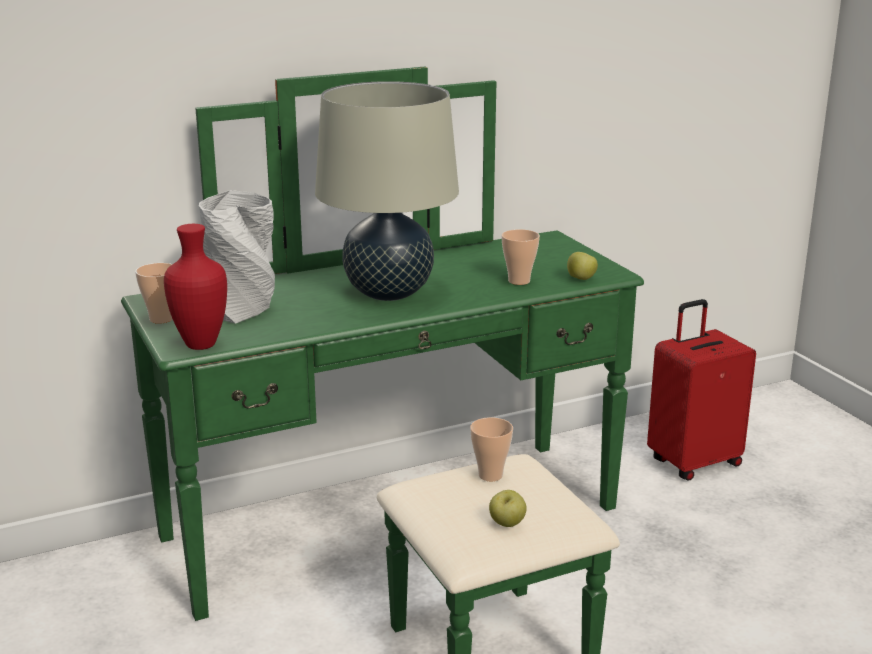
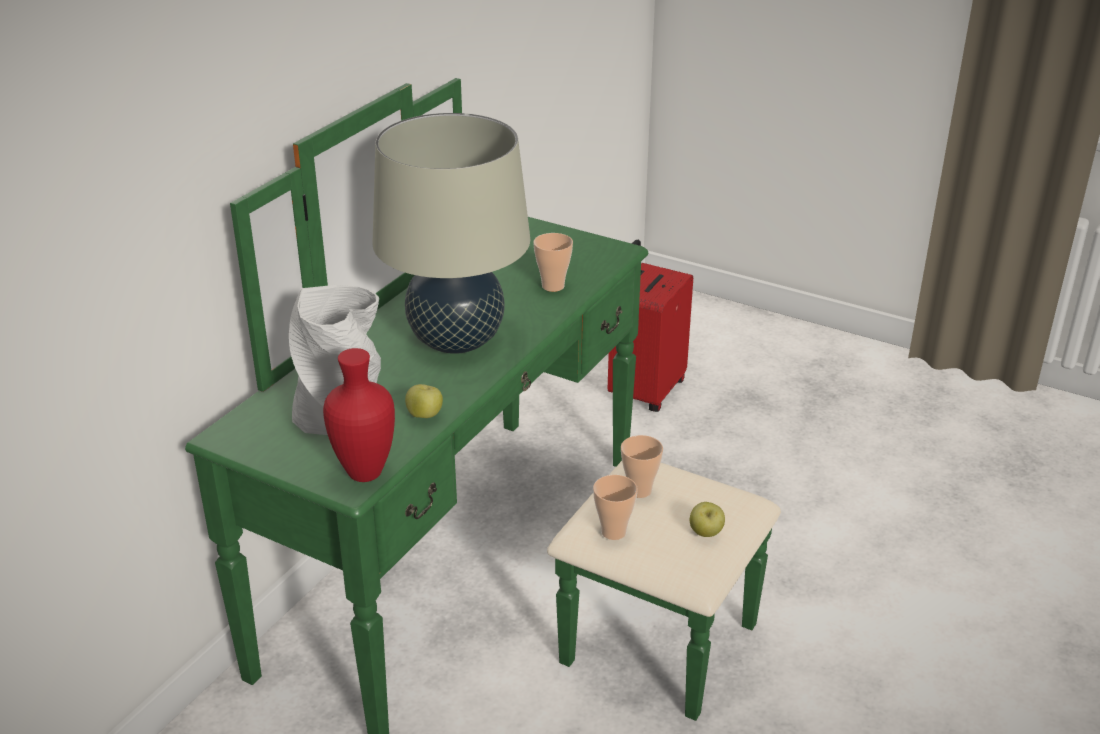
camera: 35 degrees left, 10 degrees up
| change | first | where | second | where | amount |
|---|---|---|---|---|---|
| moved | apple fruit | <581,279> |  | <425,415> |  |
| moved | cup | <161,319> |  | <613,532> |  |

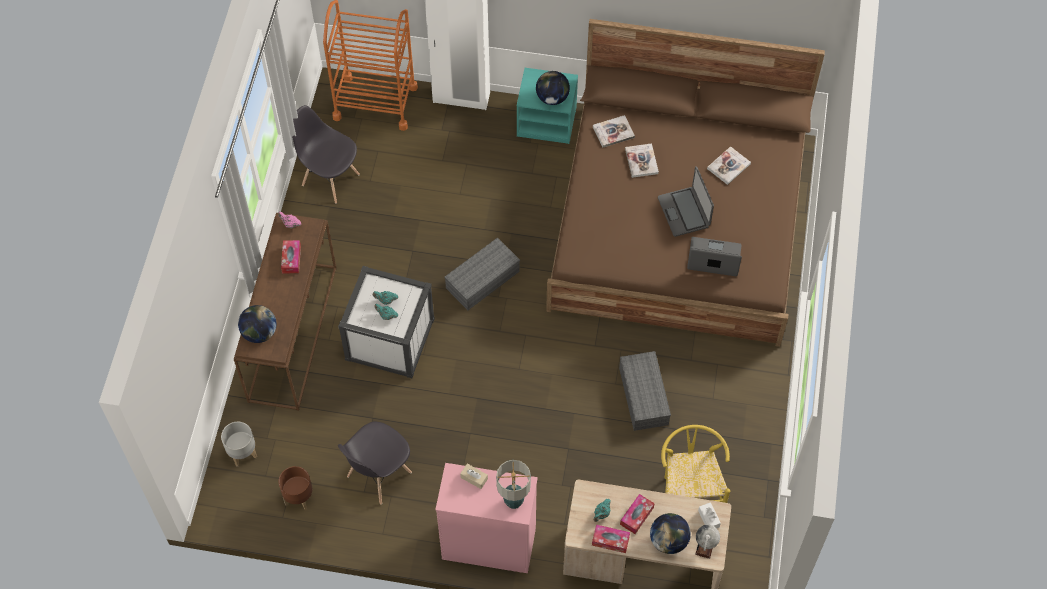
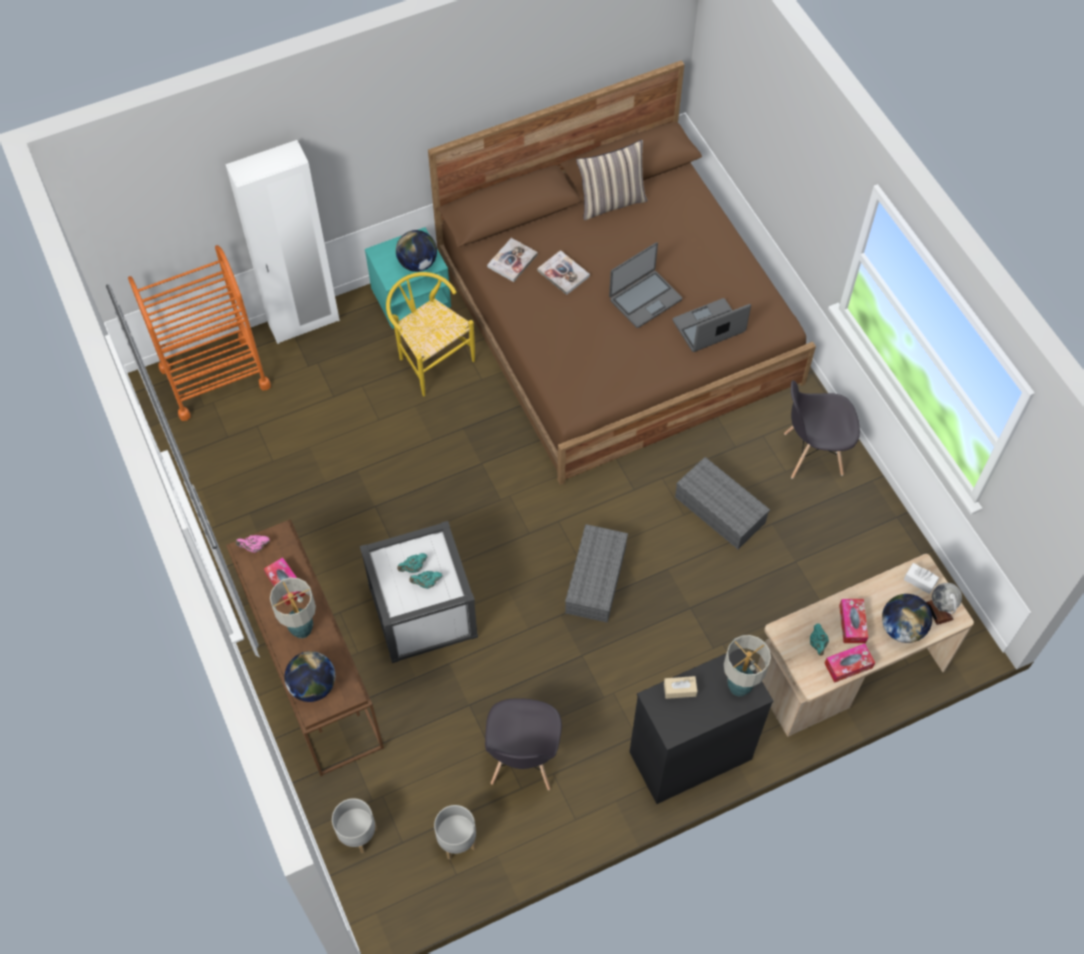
camera: 35 degrees left, 0 degrees up
| change | first | where | second | where | amount |
|---|---|---|---|---|---|
| added |  |  | lamp for a table | <302,629> |  |
| moved | upright chair (yellow-coloured) | <688,492> |  | <430,359> |  |
| recoloured | plant pot (brownish) | <298,497> | plant pot (gray) | <456,841> |  |
| moved | storage box (gray) | <483,278> |  | <595,578> |  |
| added |  |  | throw pillow | <611,202> |  |
| turned | portable computer | <684,212> |  | <644,299> | 75 degrees counterclockwise |
| recoloured | drawer chest (pinkish) | <488,544> | drawer chest (black) | <689,756> |  |
| moved | upright chair (gray) | <330,179> |  | <812,454> |  |
| removed | book | <728,166> |  |  |  |

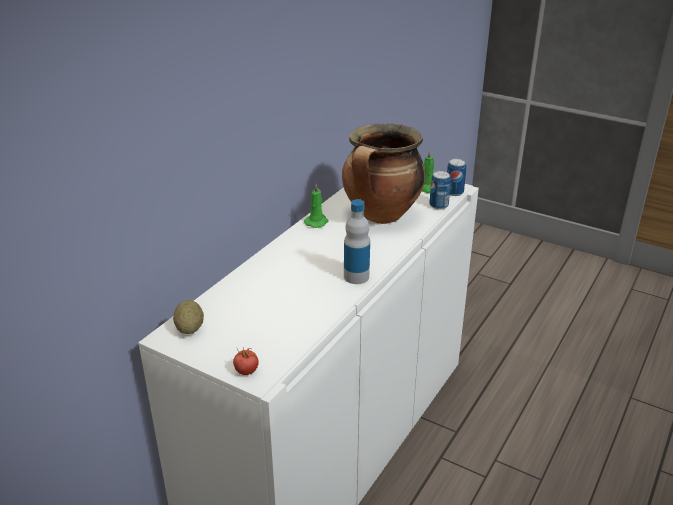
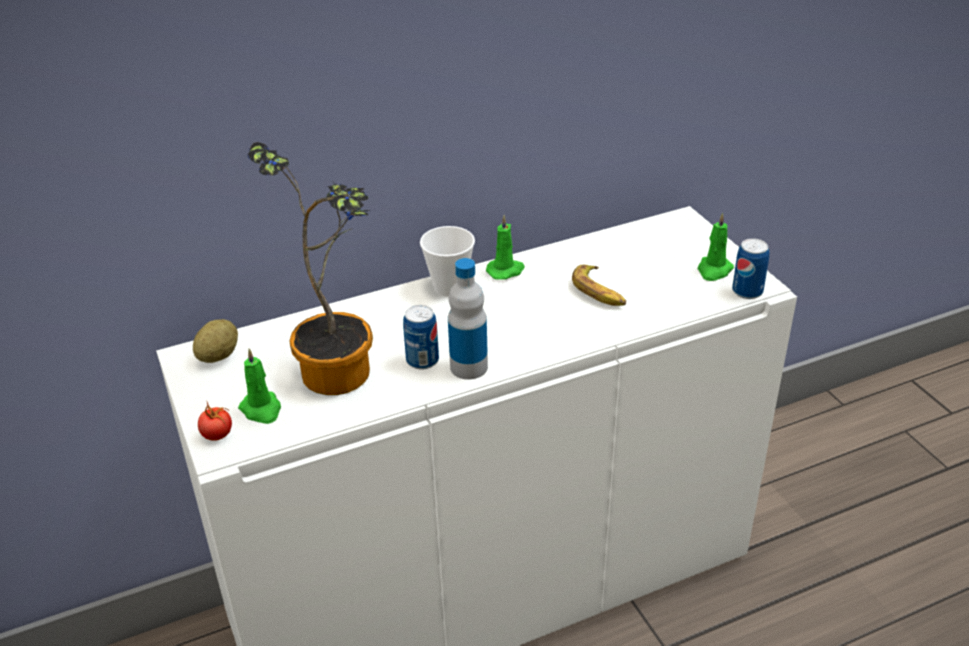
camera: 35 degrees right, 5 degrees up
| change | first | where | second | where | amount |
|---|---|---|---|---|---|
| added |  |  | candle (green) | <262,410> |  |
| added |  |  | plant in a pot | <341,367> |  |
| moved | sealed can | <438,205> |  | <422,360> |  |
| added |  |  | cup | <449,287> |  |
| replaced | stockpot | <381,216> | whole banana | <599,292> |  |

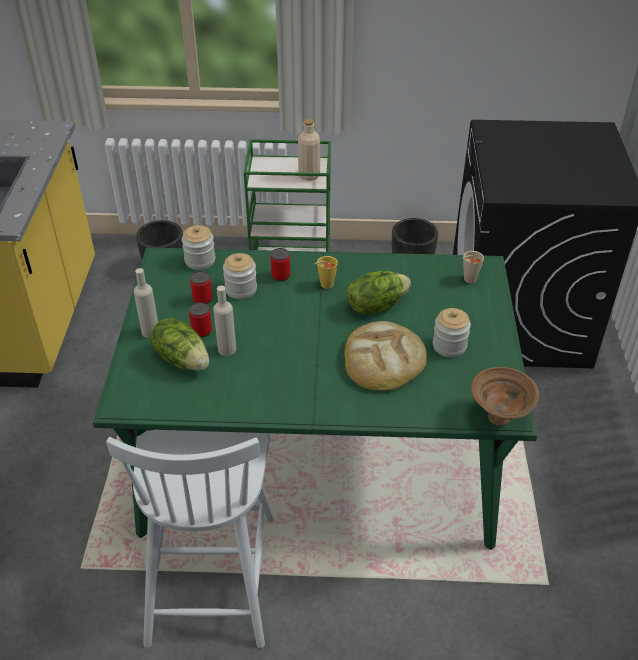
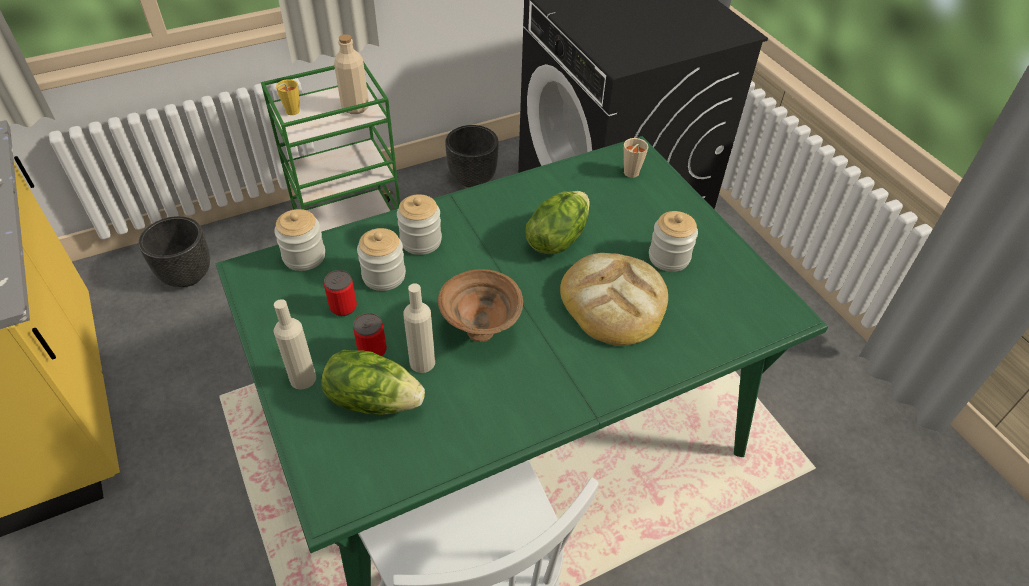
camera: 30 degrees left, 5 degrees up
| change | first | where | second | where | amount |
|---|---|---|---|---|---|
| moved | cup (yellow-coloured) | <324,285> |  | <290,113> |  |
| replaced | sealed can | <280,276> | storage jar | <421,241> |  |
| moved | deep dish (brownish) | <500,419> |  | <482,333> |  |

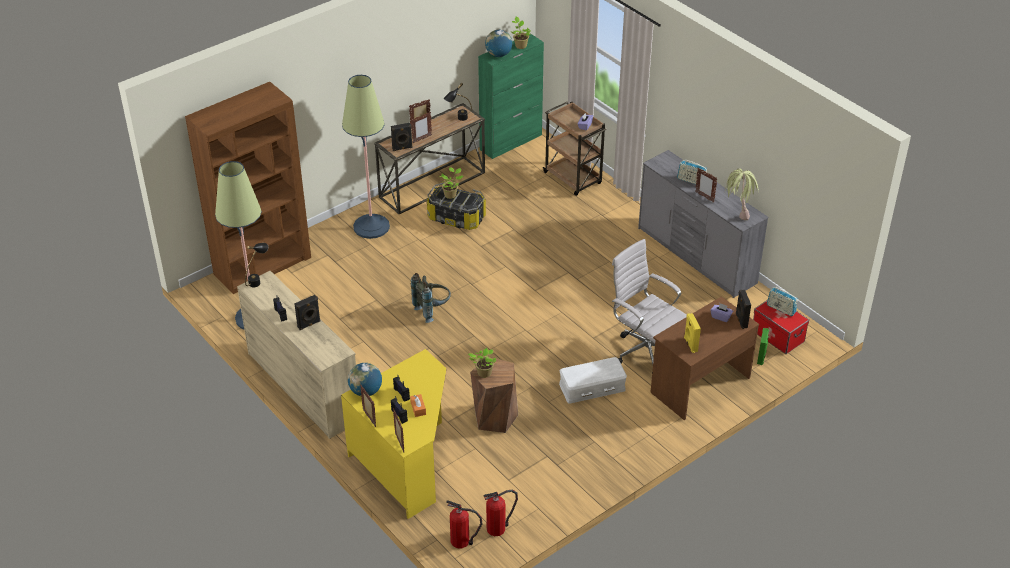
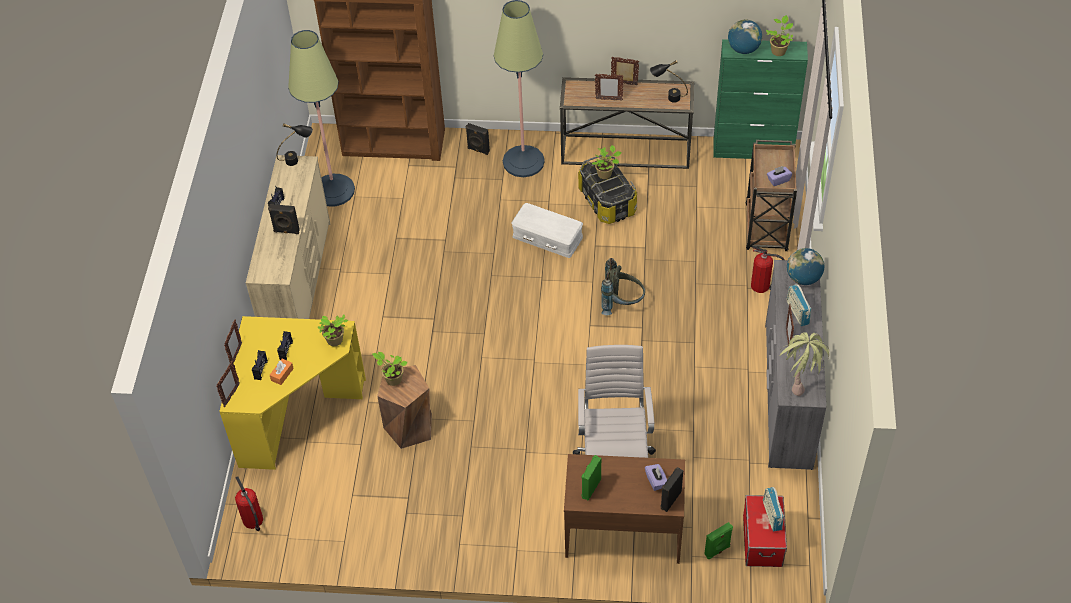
camera: 45 degrees right, 10 degrees up
| change | first | where | second | where | amount |
|---|---|---|---|---|---|
| added |  |  | plant in a pot | <335,341> |  |
| moved | speaker (black) | <402,148> |  | <478,150> |  |
| moved | storage box (whitish) | <592,387> |  | <547,237> |  |
| recoloured | speaker (yellow-coloured) | <690,344> | speaker (green) | <590,488> |  |
| moved | knapsack (gray) | <432,310> |  | <621,304> |  |
| moved | fire-fighting cylinder | <497,528> |  | <762,286> |  |
| moved | globe | <366,391> |  | <803,278> |  |

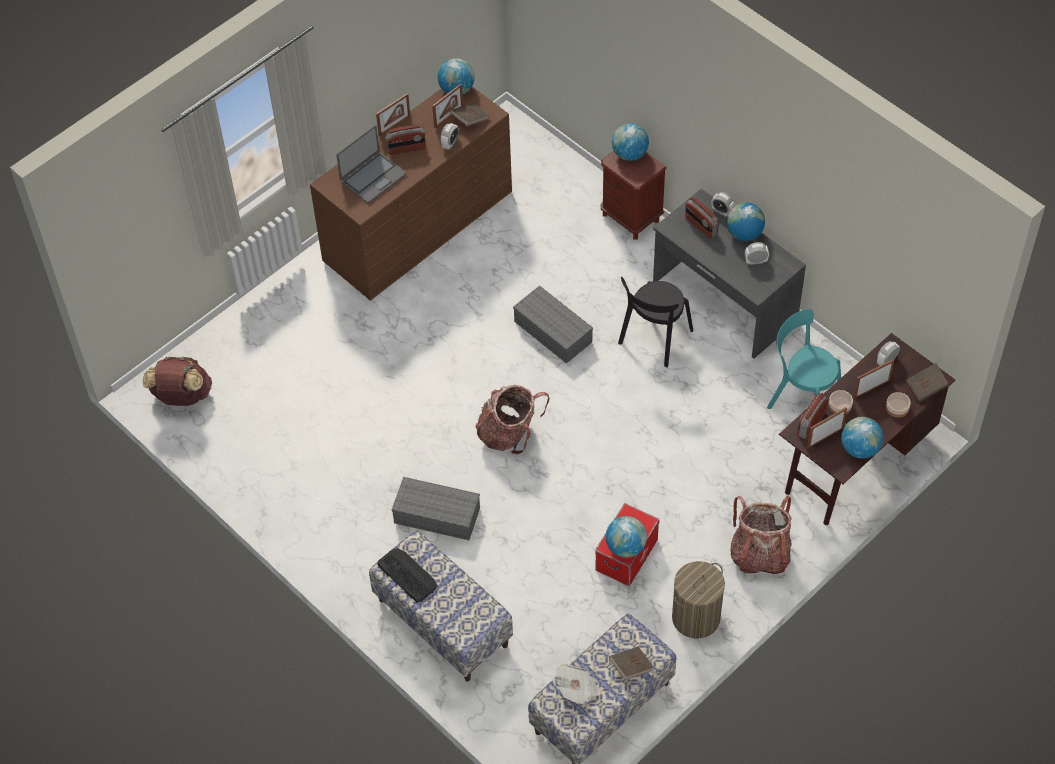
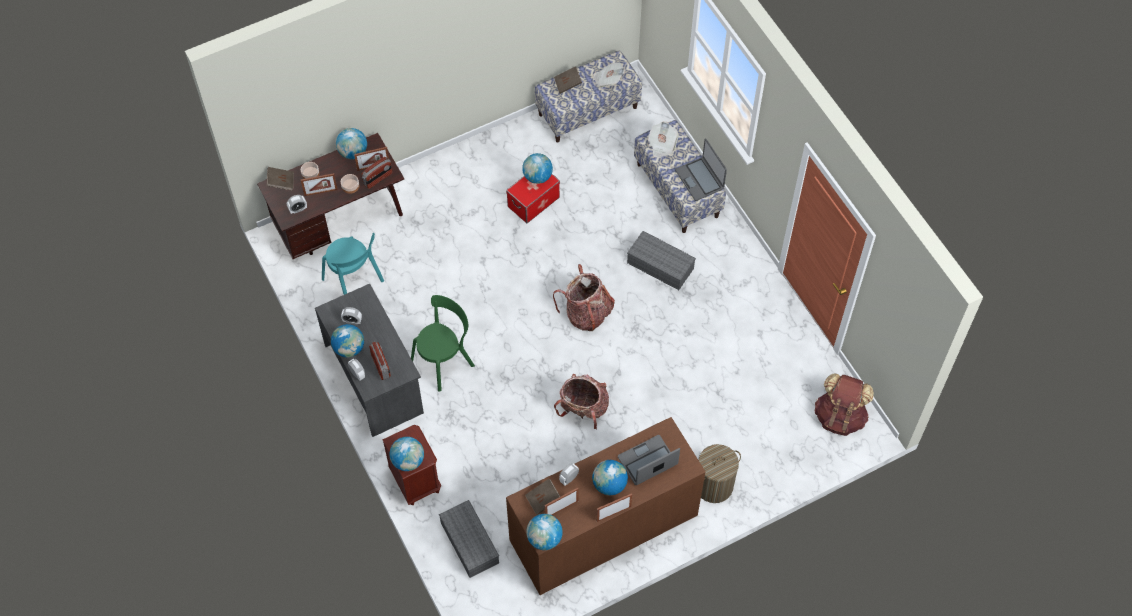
camera: 165 degrees left, 5 degrees up
| change | first | where | second | where | amount |
|---|---|---|---|---|---|
| recoloured | upright chair (black) | <653,339> | upright chair (green) | <445,361> |  |
| moved | storage box (gray) | <554,332> |  | <468,542> |  |
| moved | knapsack | <759,554> |  | <583,409> |  |
| replaced | radio receiver | <406,148> | globe | <609,484> |  |
| added |  |  | newspaper | <662,145> |  |
| replaced | PC keyboard | <407,575> | portable computer | <699,179> |  |
| moved | laundry basket | <696,617> |  | <713,485> |  |

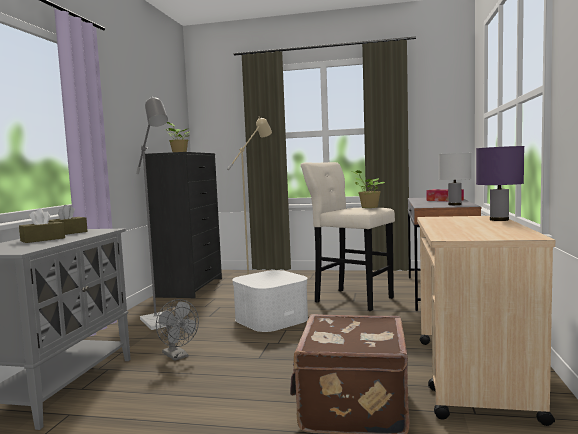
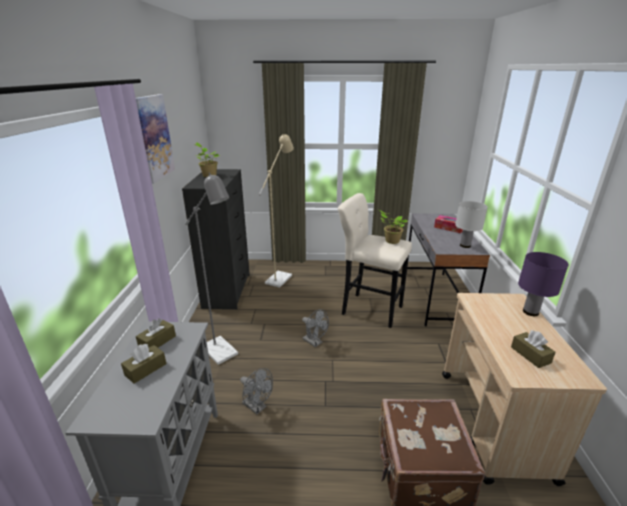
camera: 10 degrees left, 20 degrees up
| change | first | where | second | where | amount |
|---|---|---|---|---|---|
| added |  |  | picture | <153,138> |  |
| replaced | storage box (whitish) | <271,318> | cooling fan (gray) | <315,342> |  |
| added |  |  | tissue holder (brownish) | <530,355> |  |

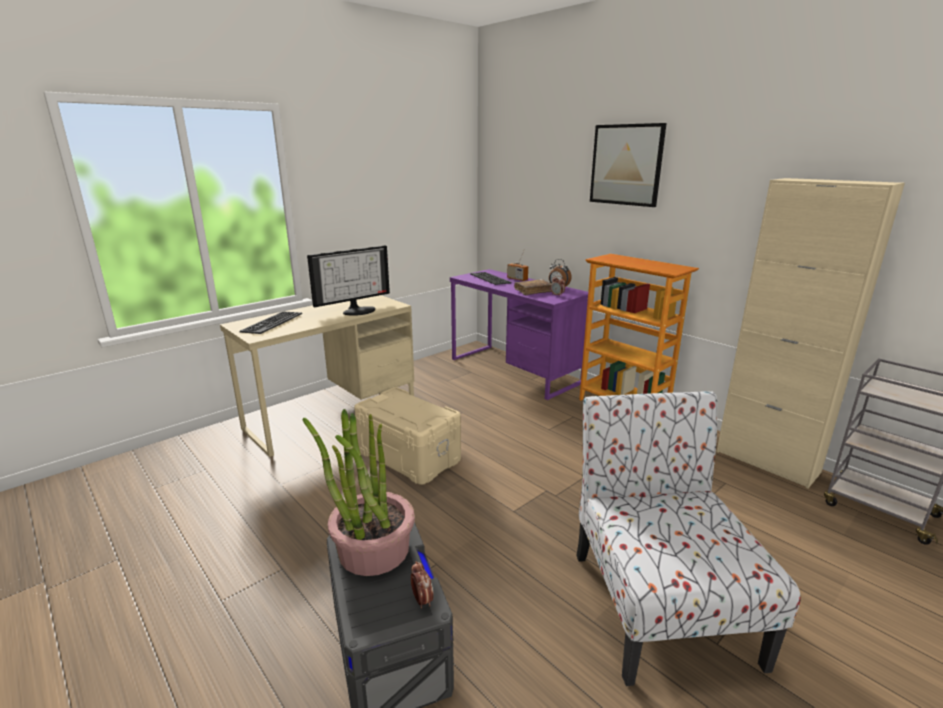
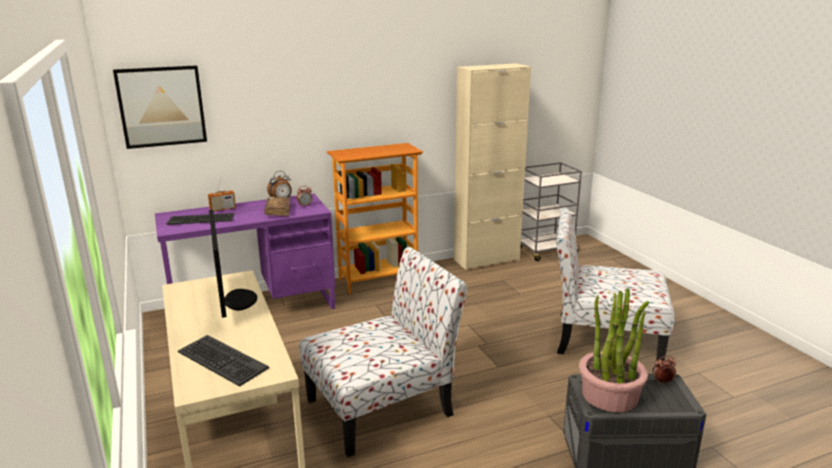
camera: 70 degrees left, 0 degrees up
| change | first | where | second | where | amount |
|---|---|---|---|---|---|
| moved | picture | <626,165> |  | <161,106> |  |
| replaced | storage box (beige-coloured) | <408,457> | upright chair | <383,406> |  |

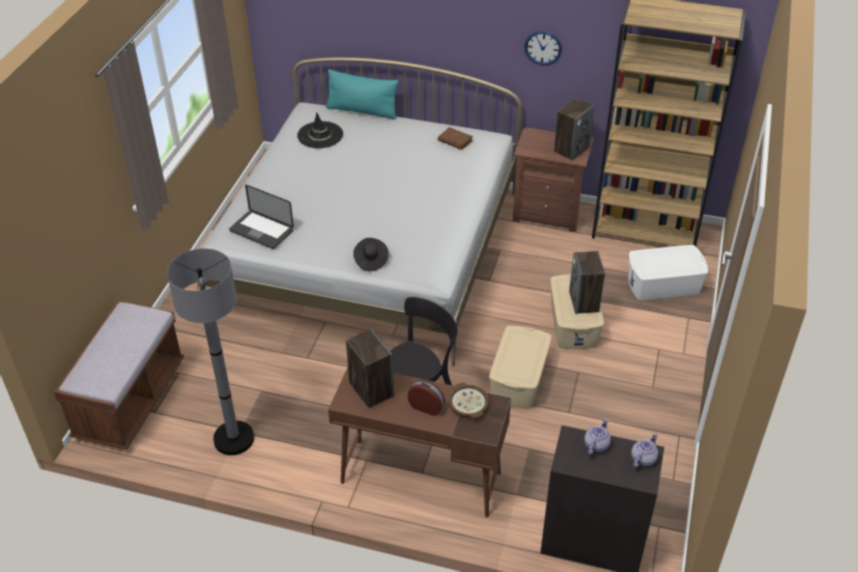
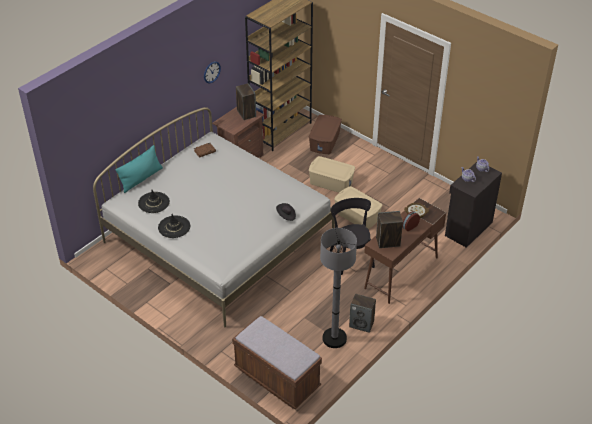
camera: 65 degrees left, 0 degrees up
| change | first | where | second | where | amount |
|---|---|---|---|---|---|
| added |  |  | clothing hat (black) | <174,227> |  |
| recoloured | storage box (whitish) | <663,285> | storage box (brownish) | <325,141> |  |
| moved | speaker | <584,302> |  | <362,324> |  |
| removed | portable computer | <261,230> |  |  |  |

